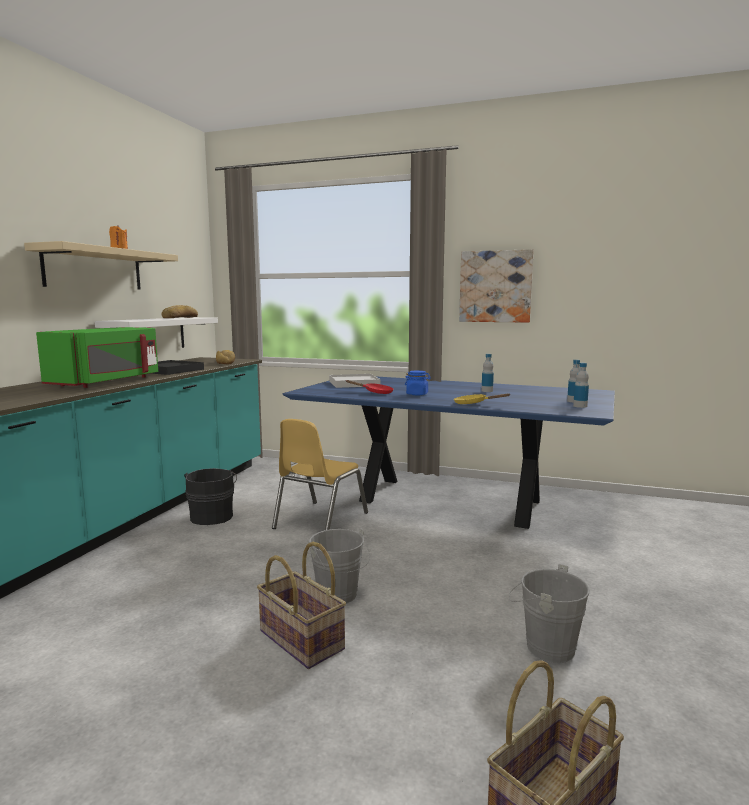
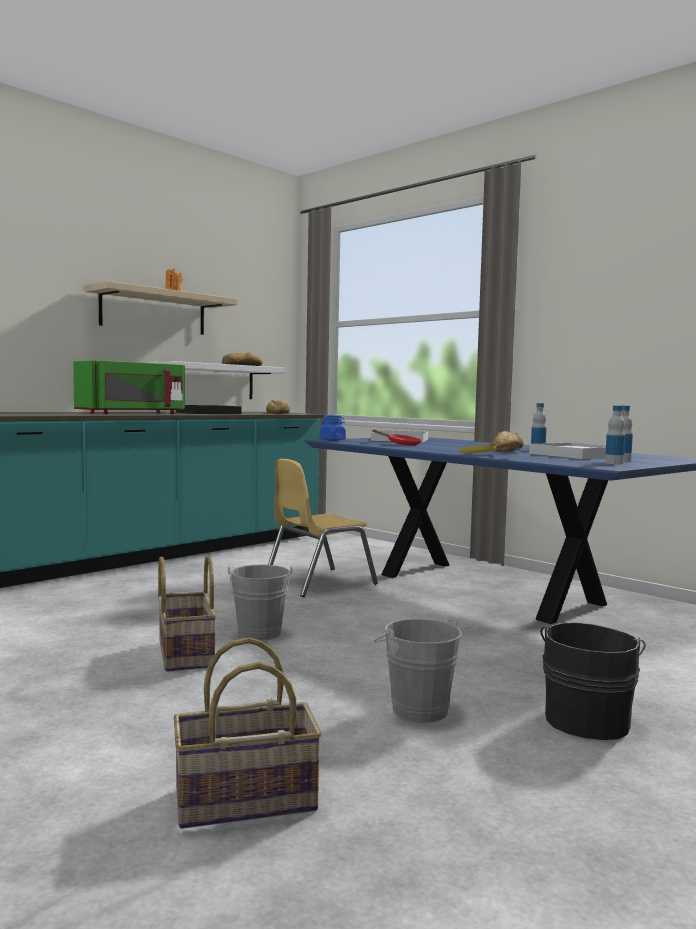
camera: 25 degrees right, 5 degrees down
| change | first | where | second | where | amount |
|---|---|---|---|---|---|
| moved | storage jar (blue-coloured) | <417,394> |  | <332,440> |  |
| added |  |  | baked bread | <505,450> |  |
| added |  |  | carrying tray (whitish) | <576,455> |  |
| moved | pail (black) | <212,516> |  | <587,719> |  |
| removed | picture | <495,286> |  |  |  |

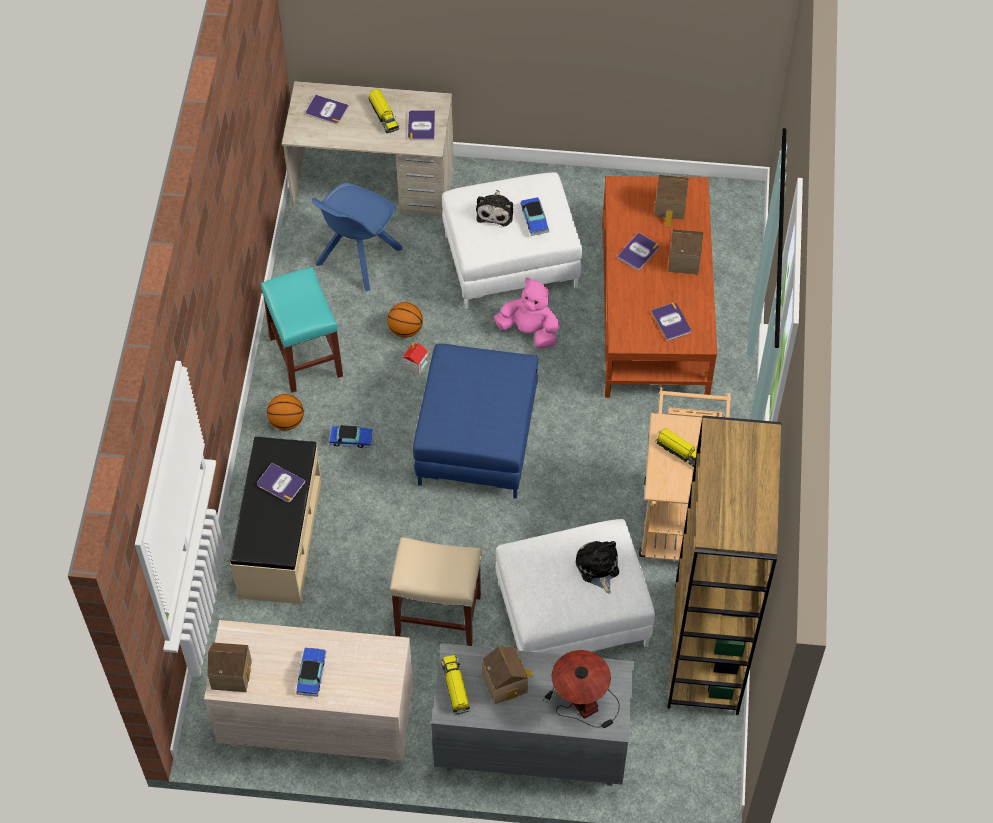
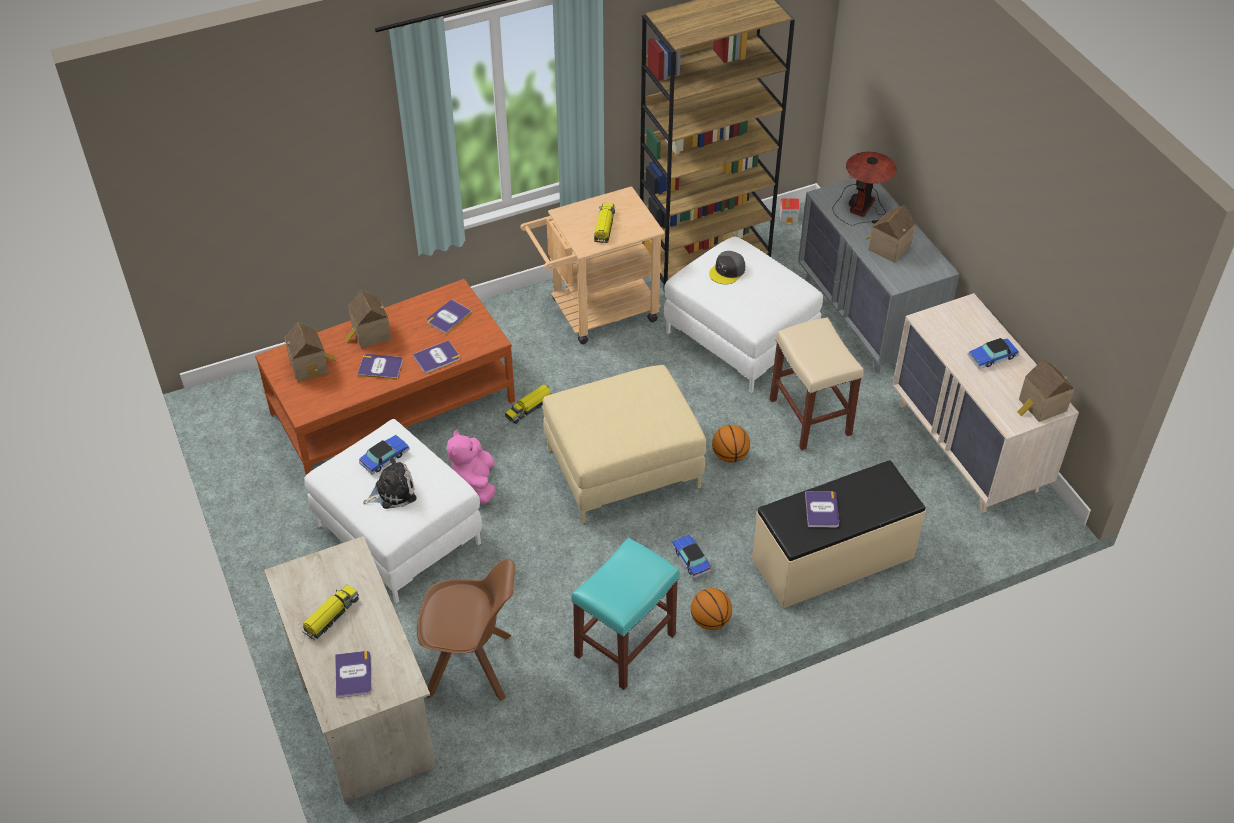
camera: 120 degrees left, 10 degrees down
| change | first | where | second | where | amount |
|---|---|---|---|---|---|
| moved | book | <421,126> |  | <437,357> |  |
| recoloured | upright chair (blue-coloured) | <357,258> | upright chair (brownish) | <472,665> |  |
| moved | toy lorry | <455,687> |  | <529,408> |  |
| recoloured | ottoman (blue-coloured) | <476,439> | ottoman (beige-coloured) | <622,468> |  |
| replaced | soft toy | <598,568> | cap (gray) | <727,271> |  |
| moved | basketball | <405,329> |  | <729,456> |  |
| moved | toy house | <415,364> |  | <788,217> |  |

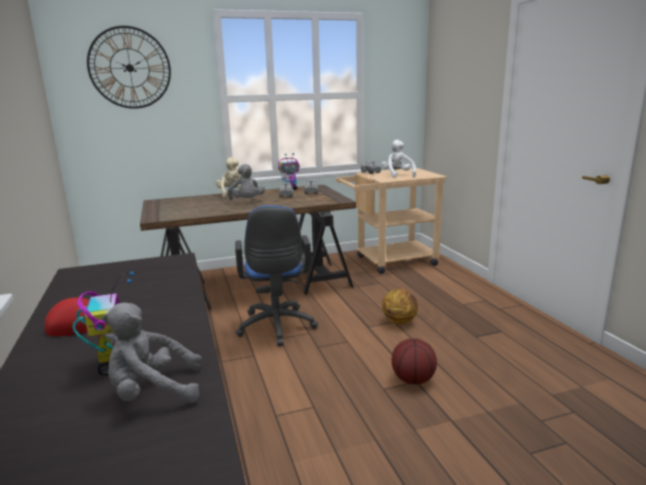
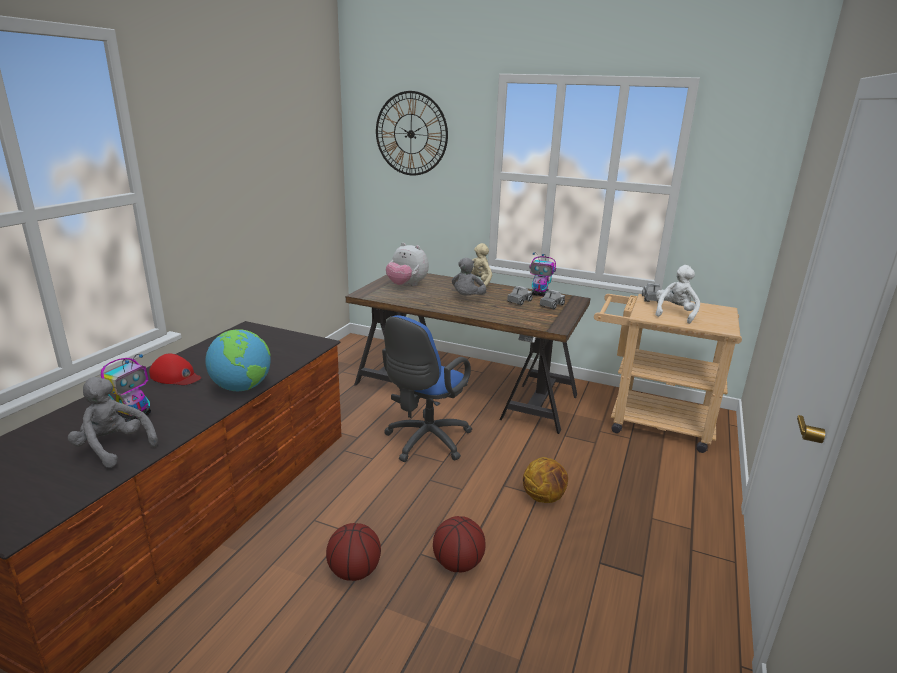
camera: 40 degrees right, 5 degrees up
| change | first | where | second | where | amount |
|---|---|---|---|---|---|
| added |  |  | globe | <242,388> |  |
| added |  |  | basketball | <354,571> |  |
| added |  |  | soft toy | <406,285> |  |

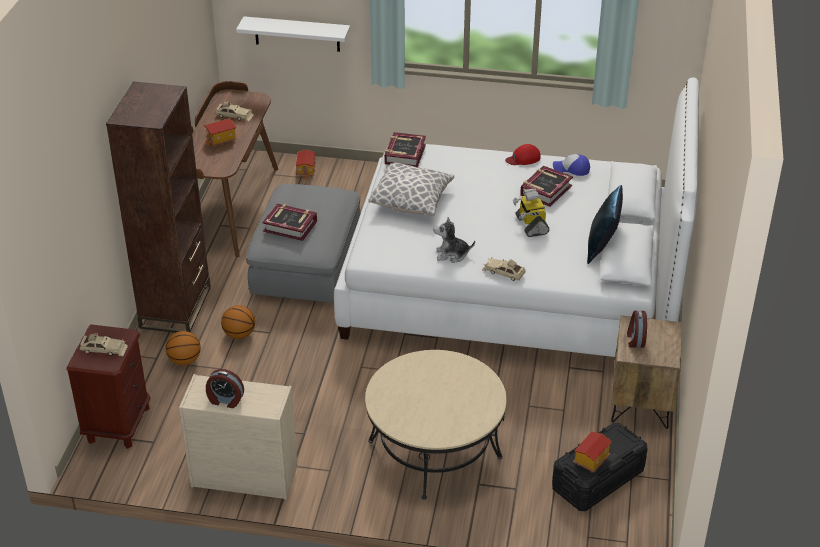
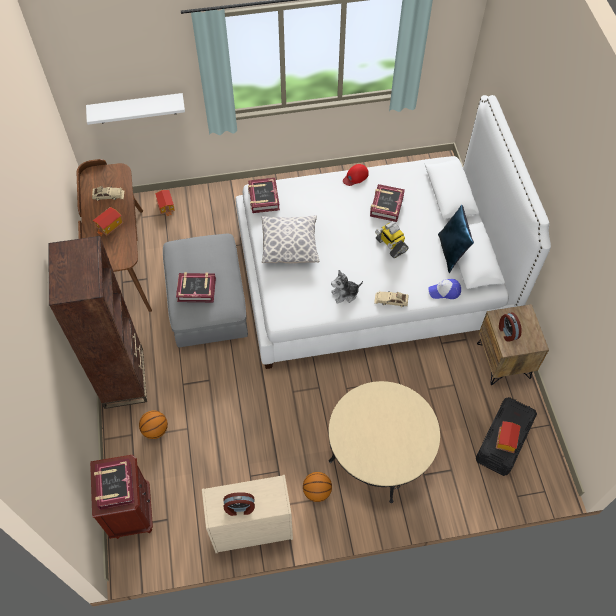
camera: 20 degrees left, 20 degrees up
| change | first | where | second | where | amount |
|---|---|---|---|---|---|
| replaced | model car (beige-coloured) | <104,349> | book | <115,486> |  |
| moved | basketball | <239,334> |  | <317,491> |  |
| moved | cap | <571,169> |  | <445,291> |  |

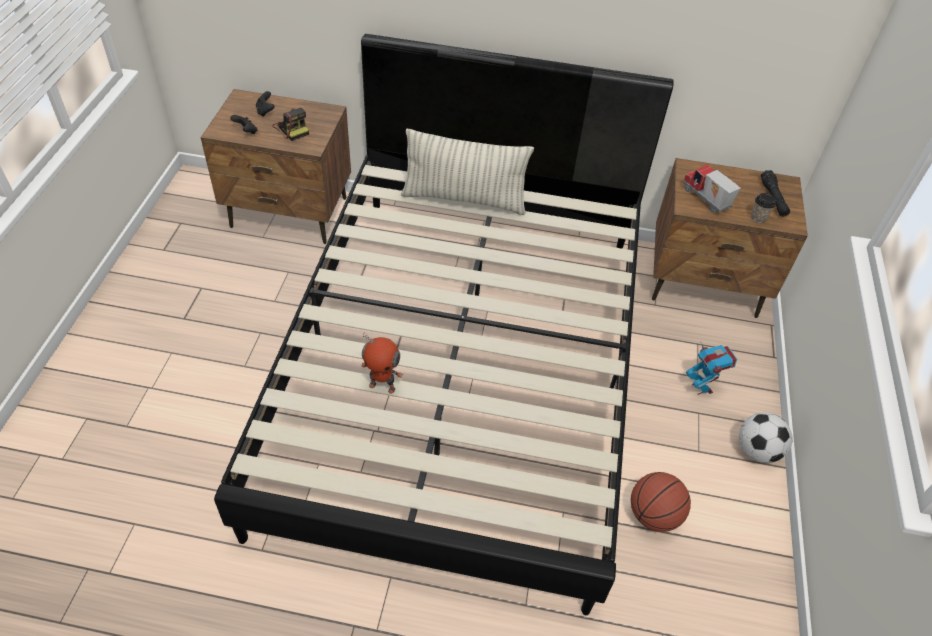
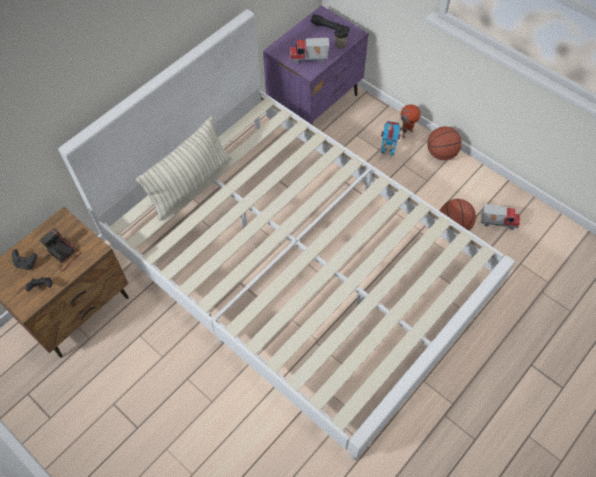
camera: 55 degrees left, 10 degrees up
| change | first | where | second | where | amount |
|---|---|---|---|---|---|
| turned | still camera | <292,128> |  | <63,254> | 135 degrees counterclockwise |
| recoloured | bed (black) | <463,368> | bed (whitish) | <298,266> |  |
| recoloured | night table (brownish) | <704,283> | night table (purplish) | <315,102> |  |
| moved | model robot | <382,386> |  | <406,133> |  |
| replaced | ball for football | <757,450> | basketball | <441,154> |  |
| added |  |  | toy lorry | <497,222> |  |

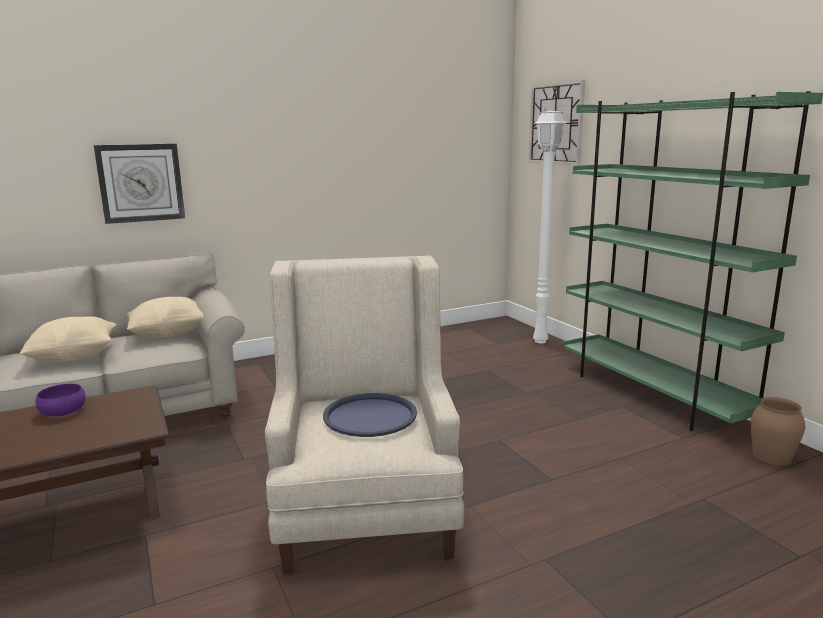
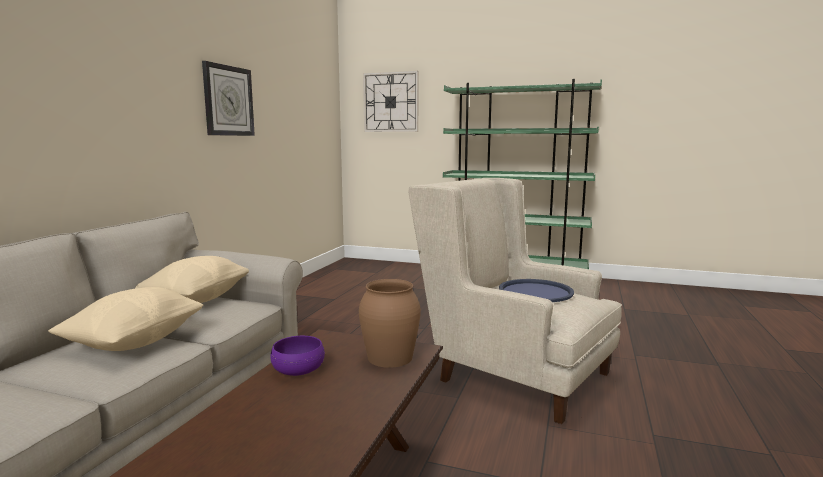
camera: 45 degrees left, 5 degrees down
| change | first | where | second | where | amount |
|---|---|---|---|---|---|
| moved | wall clock | <141,183> |  | <228,101> |  |
| moved | decorative vase (brownish) | <772,456> |  | <390,357> |  |
| removed | standard lamp (whitish) | <541,341> |  |  |  |

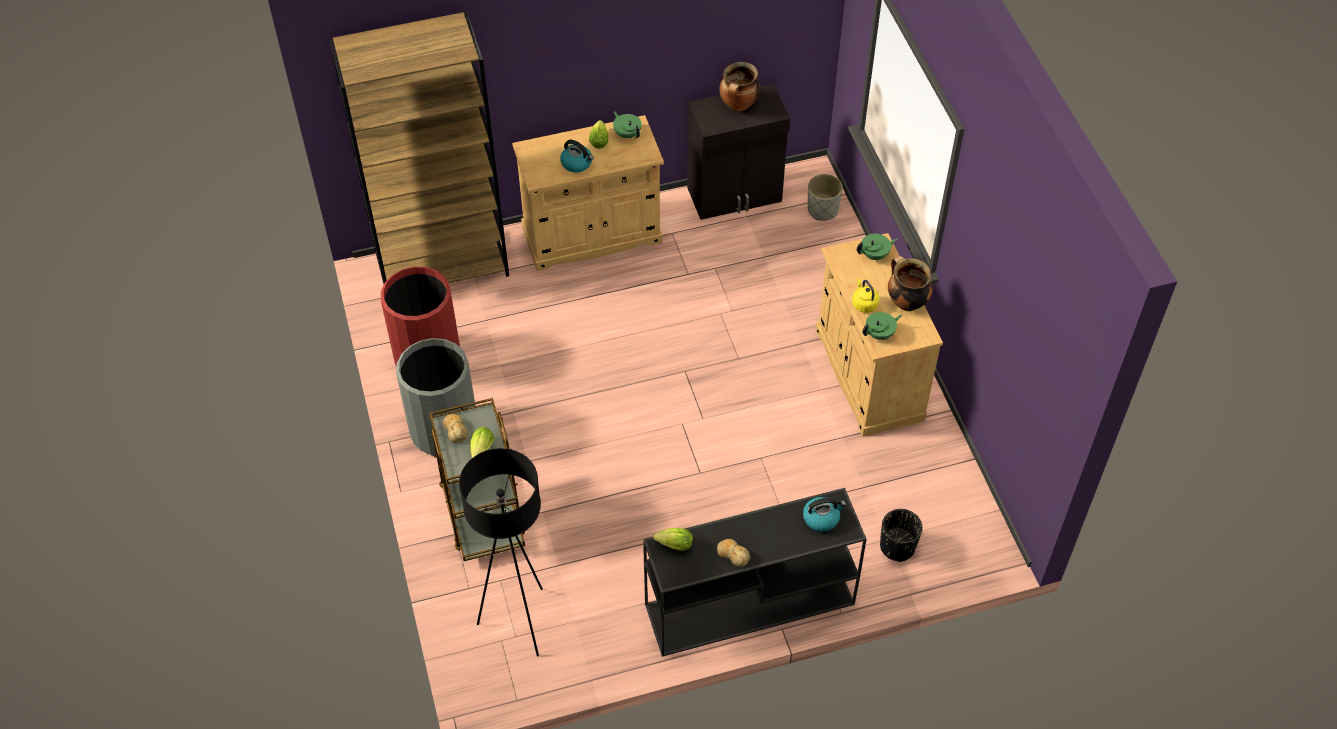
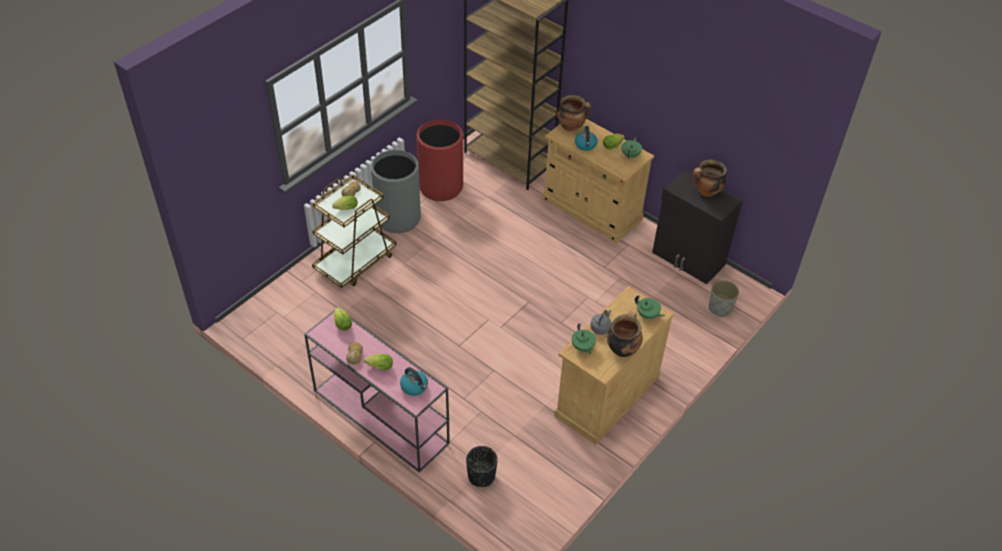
camera: 55 degrees right, 5 degrees down
| change | first | where | second | where | amount |
|---|---|---|---|---|---|
| recoloured | console table (black) | <747,605> | console table (pinkish) | <379,416> |  |
| added |  |  | lettuce | <378,367> |  |
| added |  |  | stockpot | <571,127> |  |
| turned | tea pot (green) | <880,334> |  | <582,347> | 45 degrees clockwise |
| recoloured | kettle (yellow-coloured) | <864,303> | kettle (gray) | <600,328> |  |
| removed | standard lamp (black) | <520,621> |  |  |  |

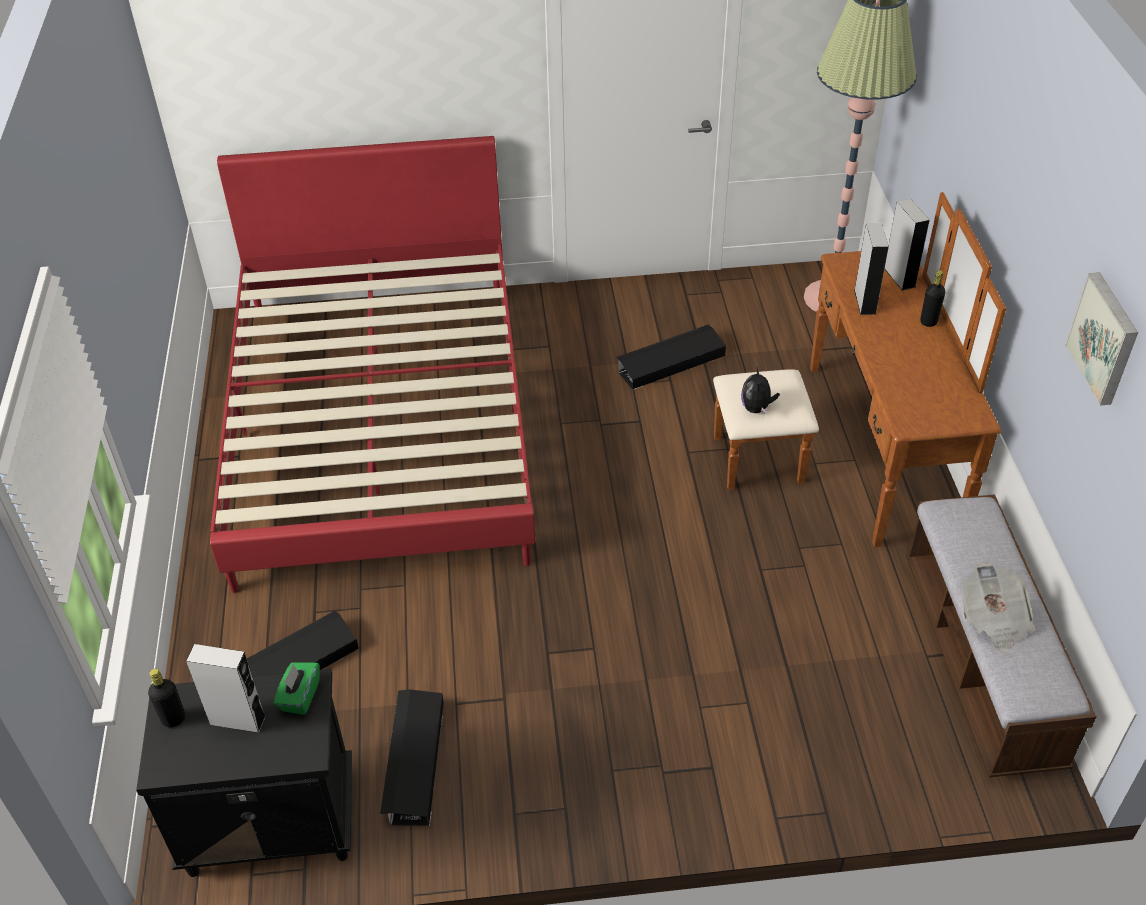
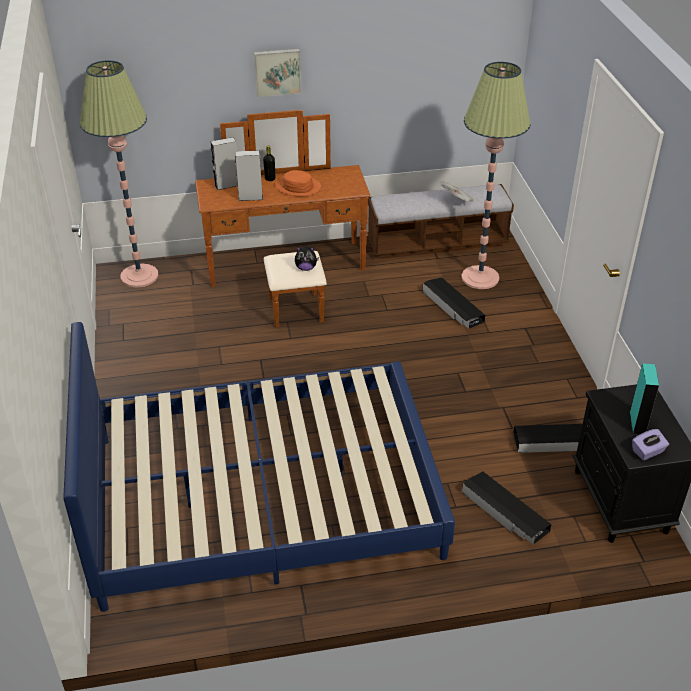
camera: 95 degrees left, 5 degrees down
| change | first | where | second | where | amount |
|---|---|---|---|---|---|
| recoloured | bed (red-coloured) | <382,424> | bed (blue-coloured) | <262,496> |  |
| moved | picture | <1105,338> |  | <277,71> |  |
| added |  |  | clothing hat (orange) | <298,187> |  |
| moved | storage box (black) | <670,362> |  | <452,307> |  |
| added |  |  | standard lamp | <480,278> |  |
| recoloured | speaker (gray) | <238,720> | speaker (blue-green) | <637,423> |  |
| replaced | bottle (black) | <173,719> | tissue holder (purplish) | <648,452> |  |
| removed | tissue holder (green) | <300,697> |  |  |  |

